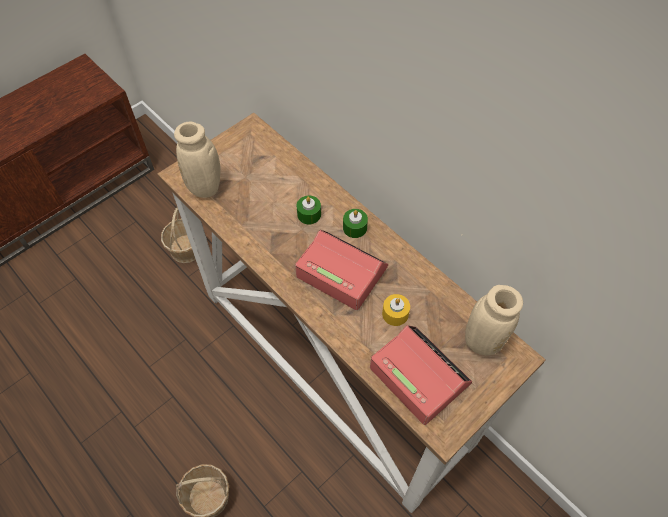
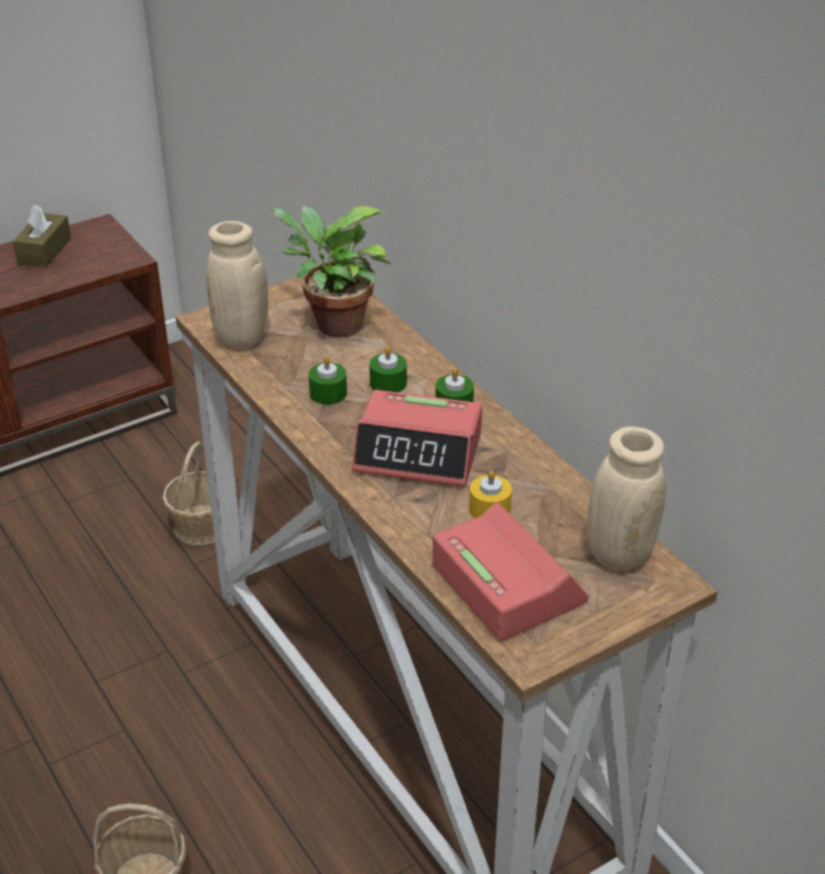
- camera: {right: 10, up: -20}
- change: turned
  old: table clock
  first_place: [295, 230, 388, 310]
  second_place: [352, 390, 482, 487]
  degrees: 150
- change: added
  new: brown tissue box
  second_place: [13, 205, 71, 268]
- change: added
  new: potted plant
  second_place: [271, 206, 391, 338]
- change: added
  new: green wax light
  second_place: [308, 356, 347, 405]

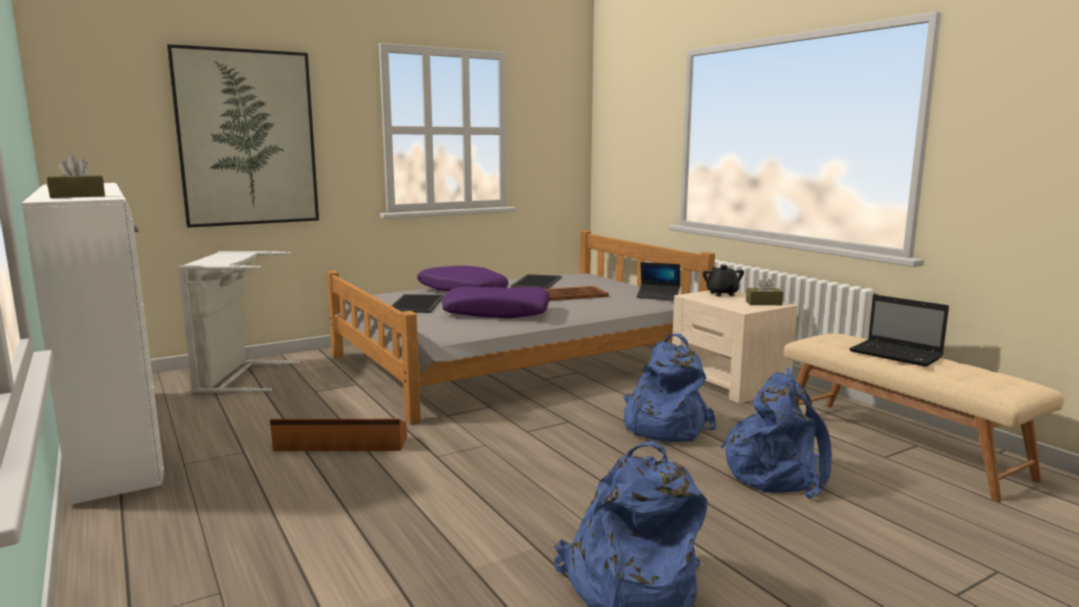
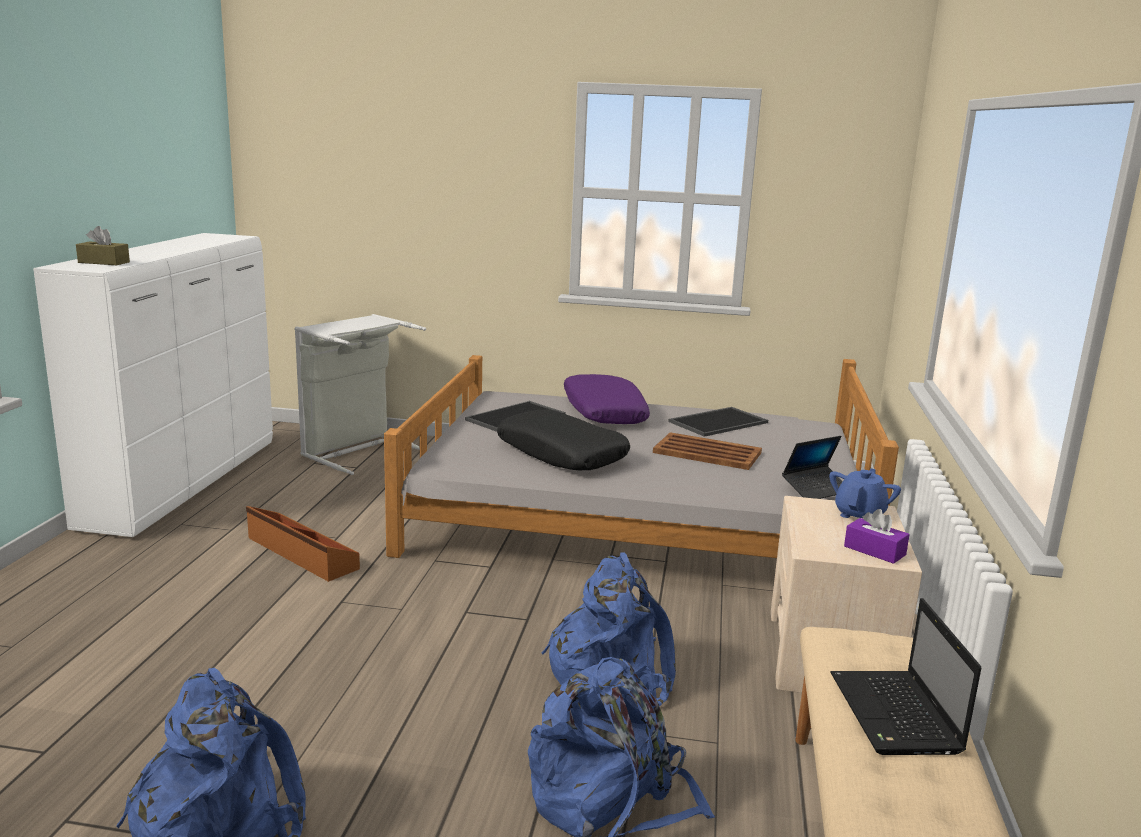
- camera: {right: 40, up: 5}
- change: removed
  old: wall picture
  first_place: [167, 44, 319, 228]
- change: turned
  old: laptop
  first_place: [637, 262, 680, 301]
  second_place: [782, 436, 843, 499]
  degrees: -90
- change: recoloured
  old: black-coloured pot for tea
  new: blue pot for tea
  first_place: [702, 265, 744, 296]
  second_place: [829, 468, 901, 518]
- change: recoloured
  old: brown tissue box
  new: purple tissue box
  first_place: [746, 277, 783, 305]
  second_place: [844, 509, 910, 564]
- change: recoloured
  old: purple cushion
  new: black-coloured cushion
  first_place: [442, 287, 550, 318]
  second_place: [497, 410, 630, 470]

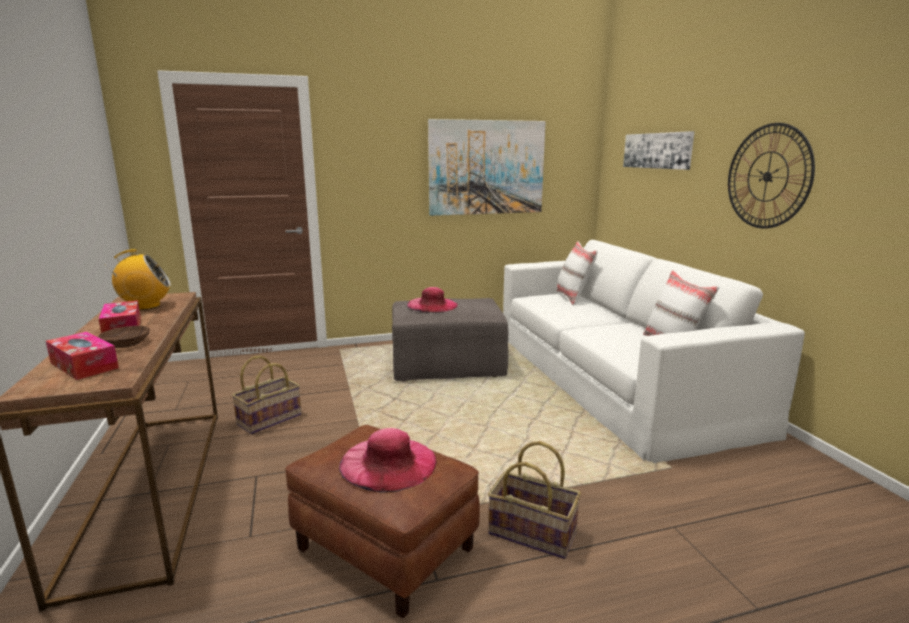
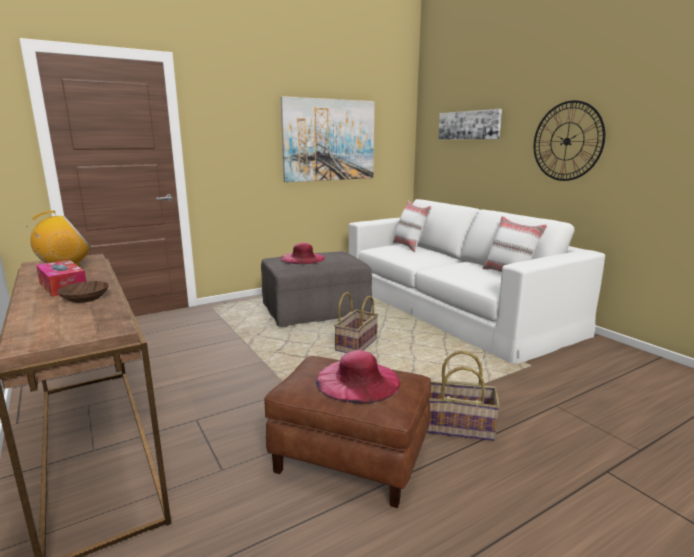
- camera: {right: -15, up: 0}
- change: removed
  old: tissue box
  first_place: [46, 332, 119, 380]
- change: moved
  old: storage basket
  first_place: [232, 356, 302, 434]
  second_place: [334, 292, 378, 353]

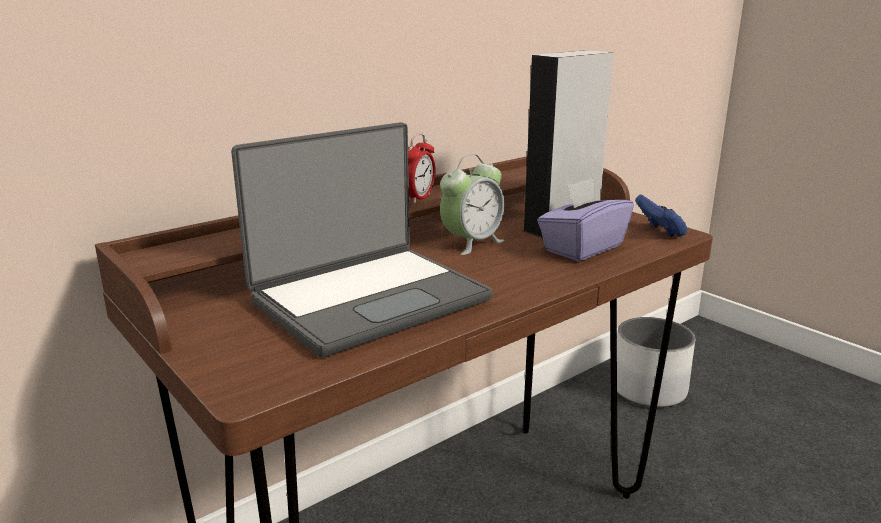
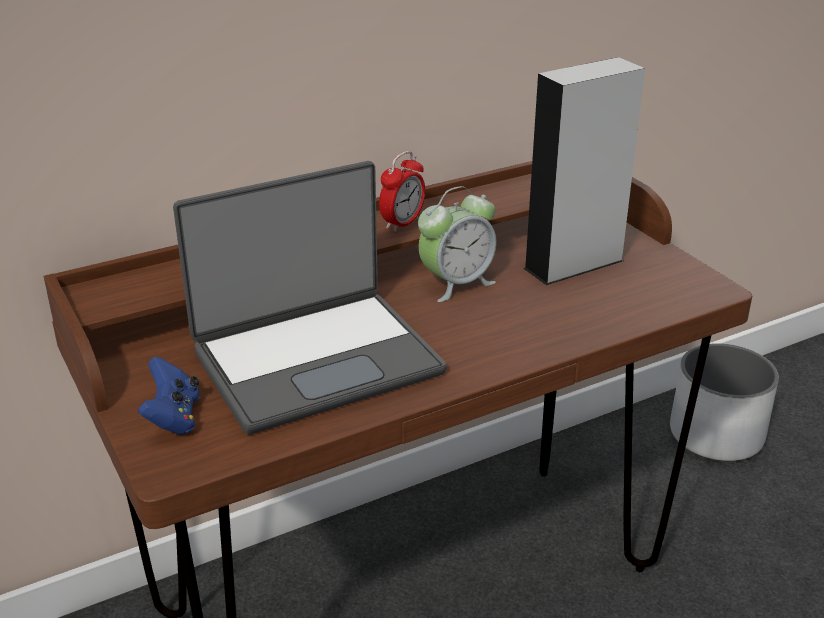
- camera: {right: 10, up: 10}
- change: removed
  old: purple tissue box
  first_place: [537, 178, 634, 261]
- change: moved
  old: blue joypad
  first_place: [635, 194, 688, 237]
  second_place: [138, 357, 199, 435]

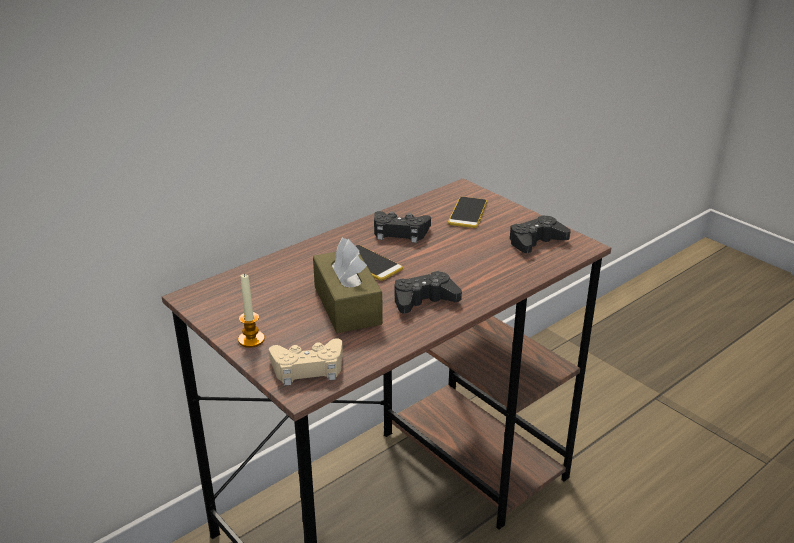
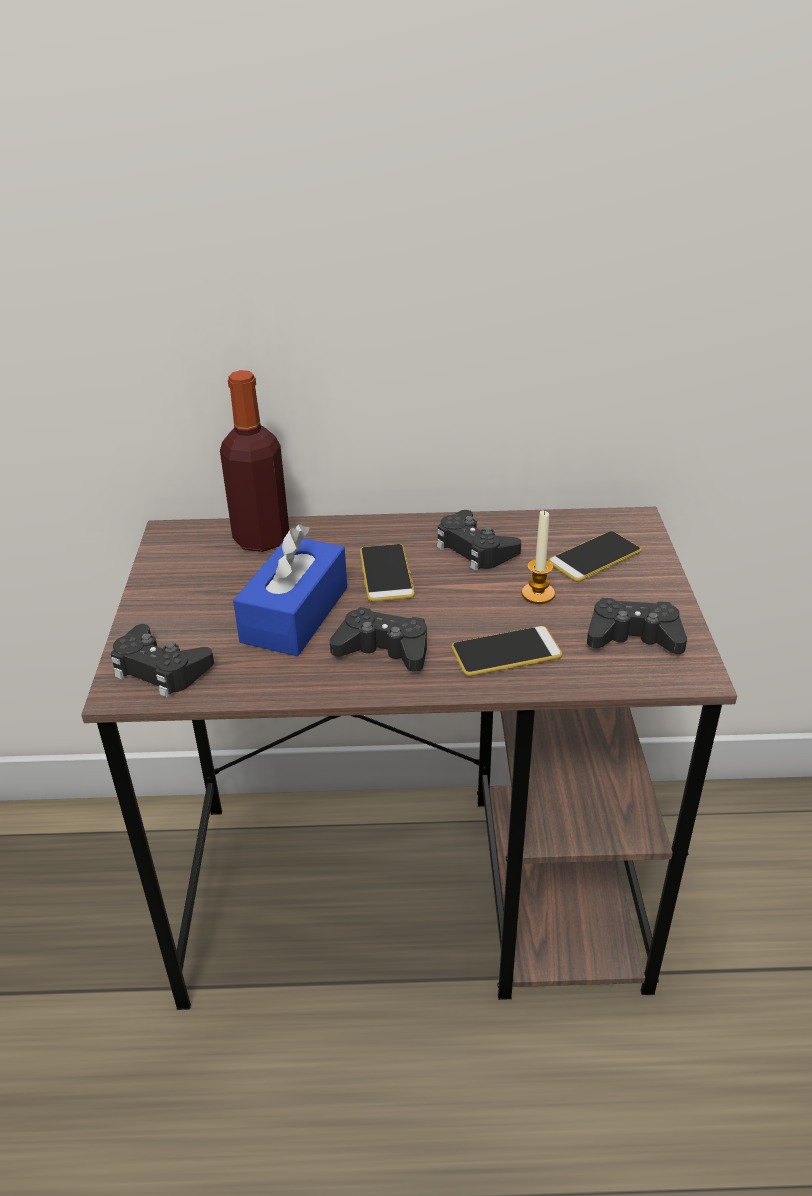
- camera: {right: 40, up: 5}
- change: recoloured
  old: brown tissue box
  new: blue tissue box
  first_place: [313, 238, 383, 333]
  second_place: [233, 524, 347, 656]
- change: moved
  old: wax light
  first_place: [238, 274, 265, 348]
  second_place: [522, 510, 555, 604]
- change: recoloured
  old: beige joypad
  new: black-coloured joypad
  first_place: [269, 338, 343, 386]
  second_place: [110, 624, 214, 697]
- change: added
  new: drink bottle
  second_place: [220, 370, 289, 552]
- change: added
  new: phone
  second_place: [451, 626, 562, 676]

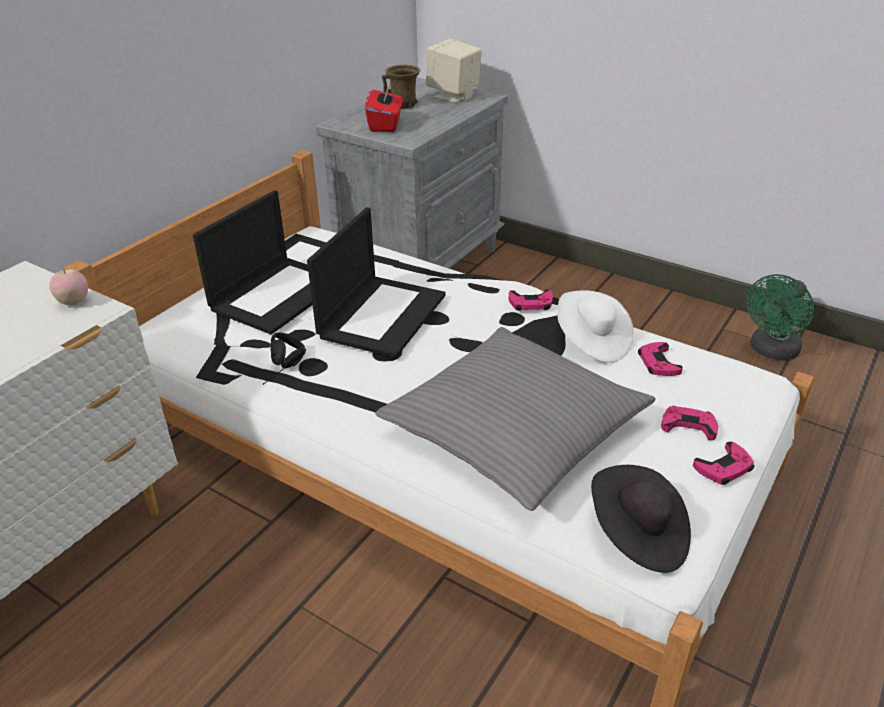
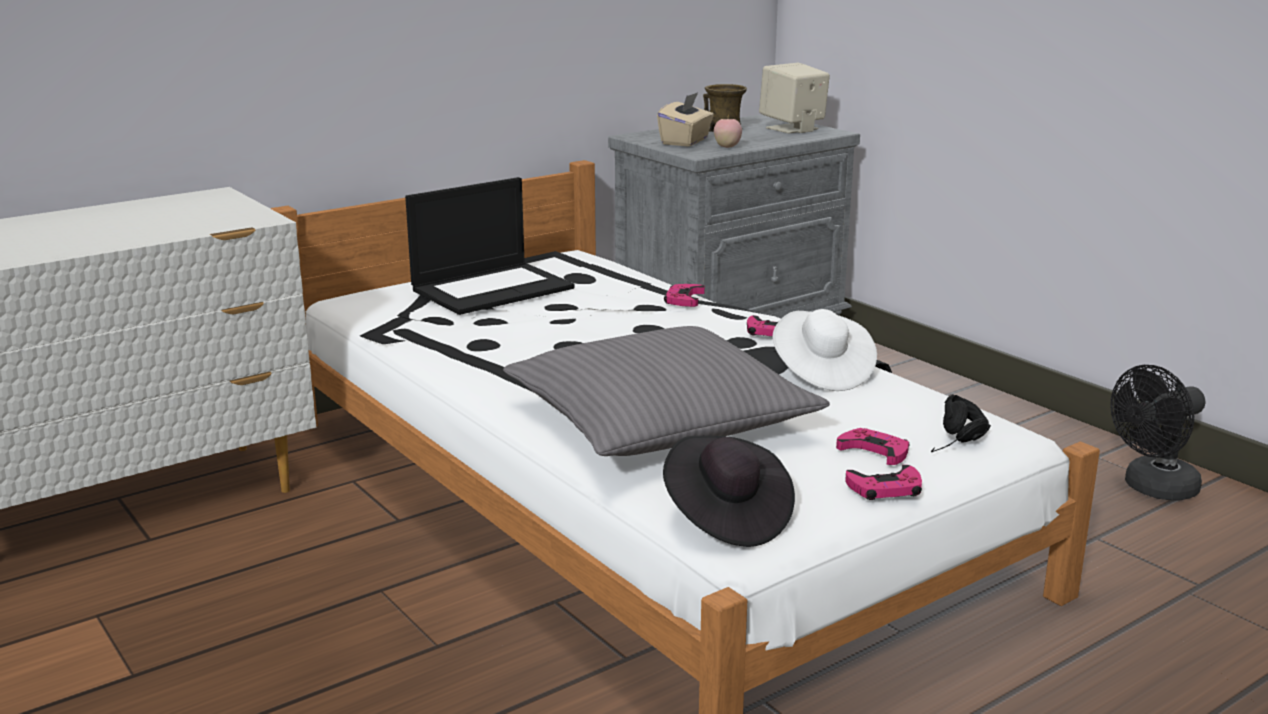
- camera: {right: 20, up: -15}
- change: recoloured
  old: reddish tissue box
  new: beige tissue box
  first_place: [365, 83, 403, 132]
  second_place: [657, 92, 714, 147]
- change: removed
  old: laptop
  first_place: [307, 207, 446, 358]
- change: moved
  old: apple fruit
  first_place: [49, 267, 88, 306]
  second_place: [714, 114, 742, 148]
- change: recoloured
  old: green electric fan
  new: black-coloured electric fan
  first_place: [746, 274, 814, 361]
  second_place: [1110, 365, 1205, 501]
- change: moved
  old: black-coloured pair of headphones
  first_place: [263, 332, 306, 385]
  second_place: [931, 394, 991, 452]
- change: moved
  old: pinkish joypad
  first_place: [638, 342, 683, 376]
  second_place: [664, 284, 705, 307]

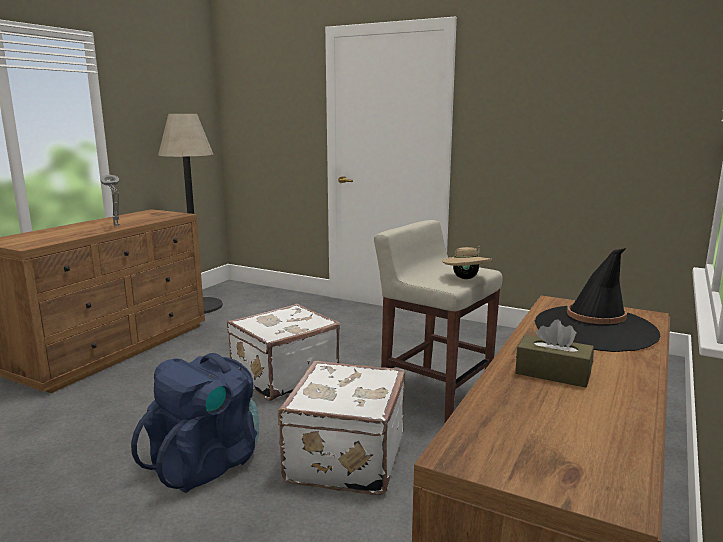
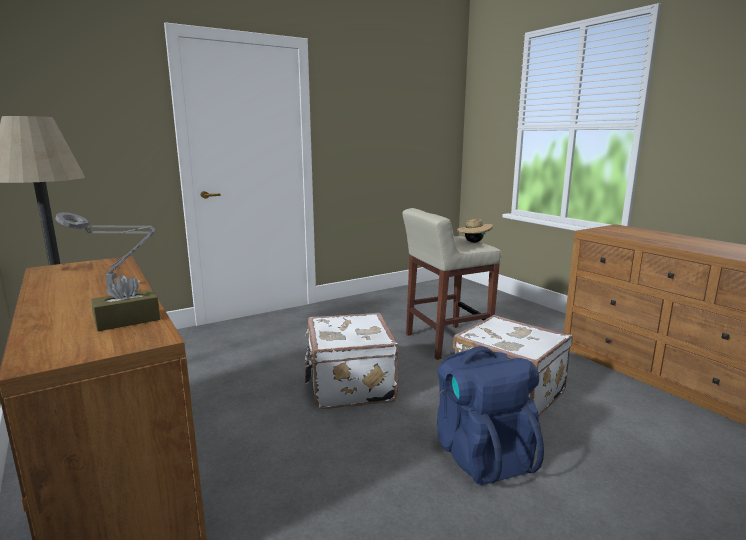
- camera: {right: -60, up: 0}
- change: removed
  old: black-coloured hat
  first_place: [535, 248, 660, 352]
- change: moved
  old: brown tissue box
  first_place: [515, 319, 594, 387]
  second_place: [91, 275, 160, 331]

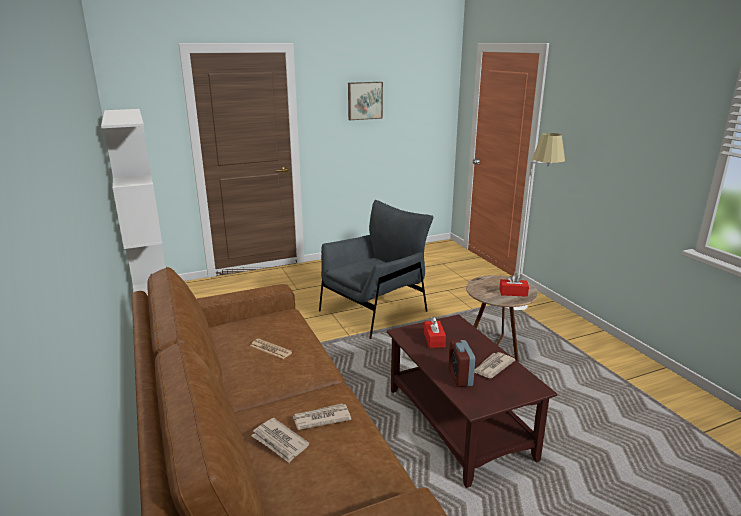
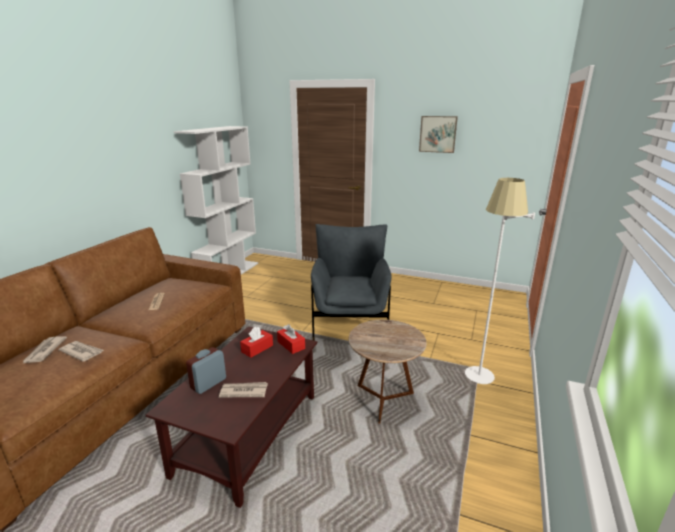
- camera: {right: 45, up: 0}
- change: turned
  old: gray armchair
  first_place: [319, 200, 433, 339]
  second_place: [311, 224, 392, 341]
  degrees: -90
- change: moved
  old: reddish tissue box
  first_place: [500, 273, 529, 297]
  second_place: [277, 324, 305, 354]

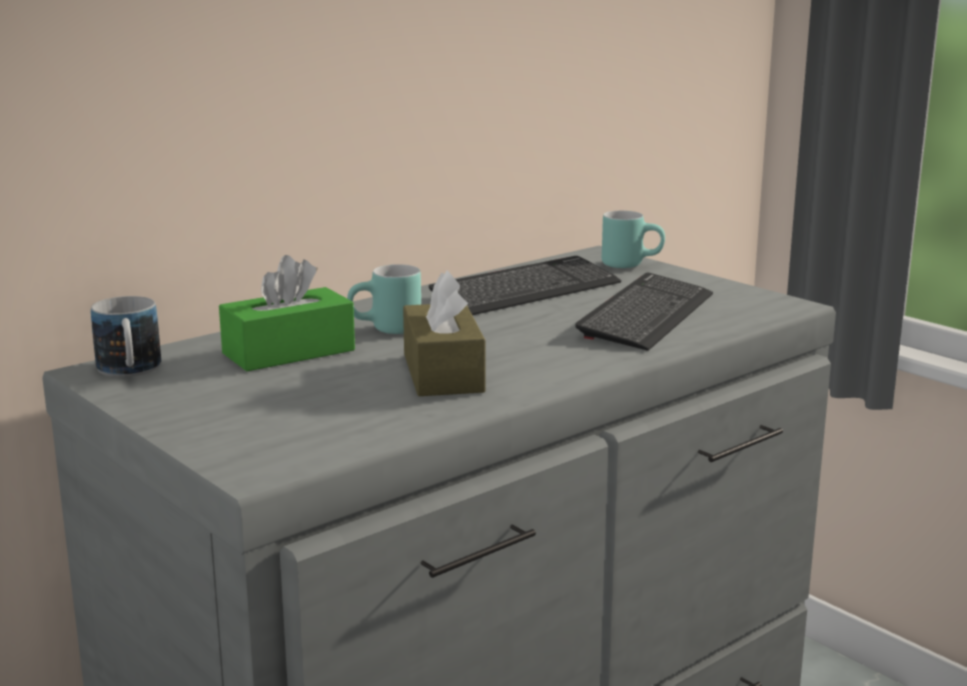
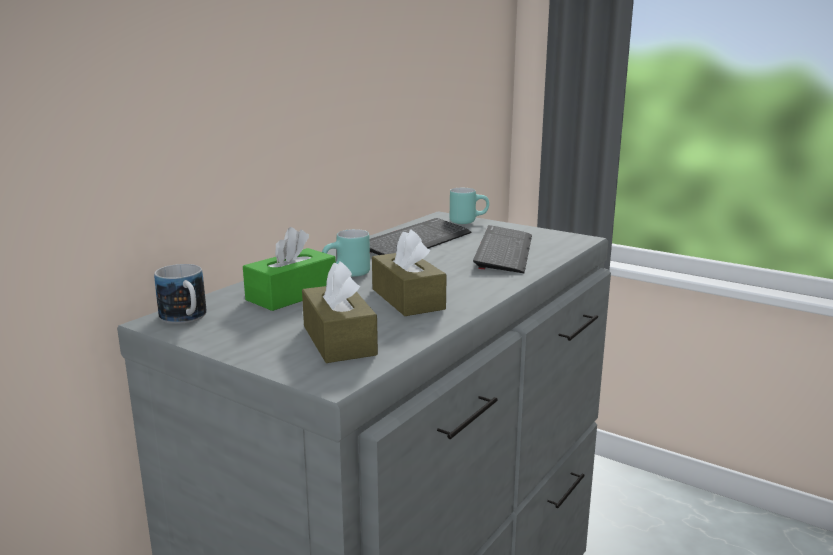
- camera: {right: -15, up: 0}
- change: added
  new: brown tissue box
  second_place: [302, 261, 378, 363]

